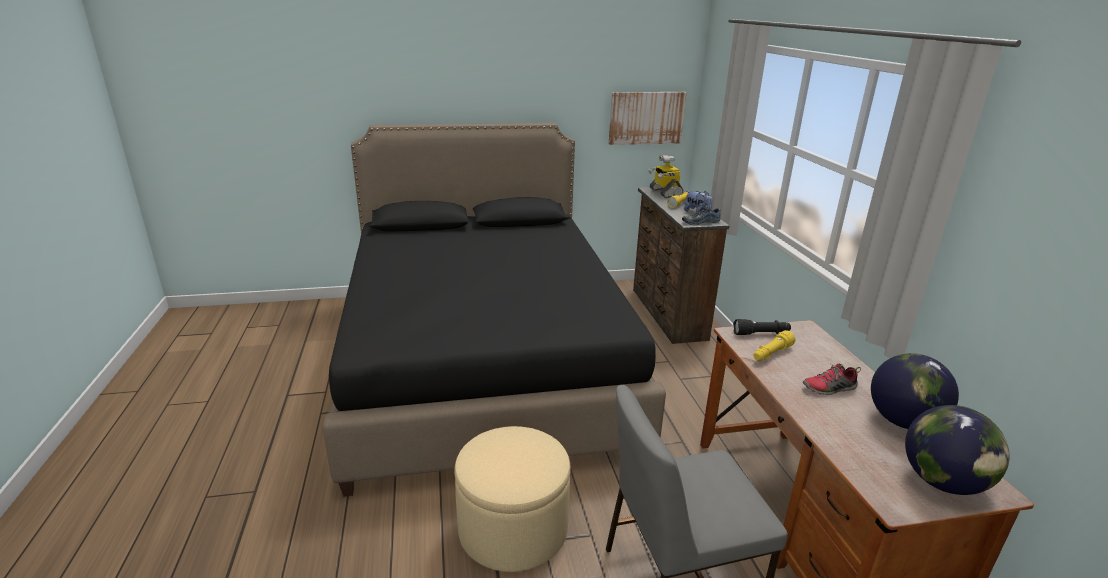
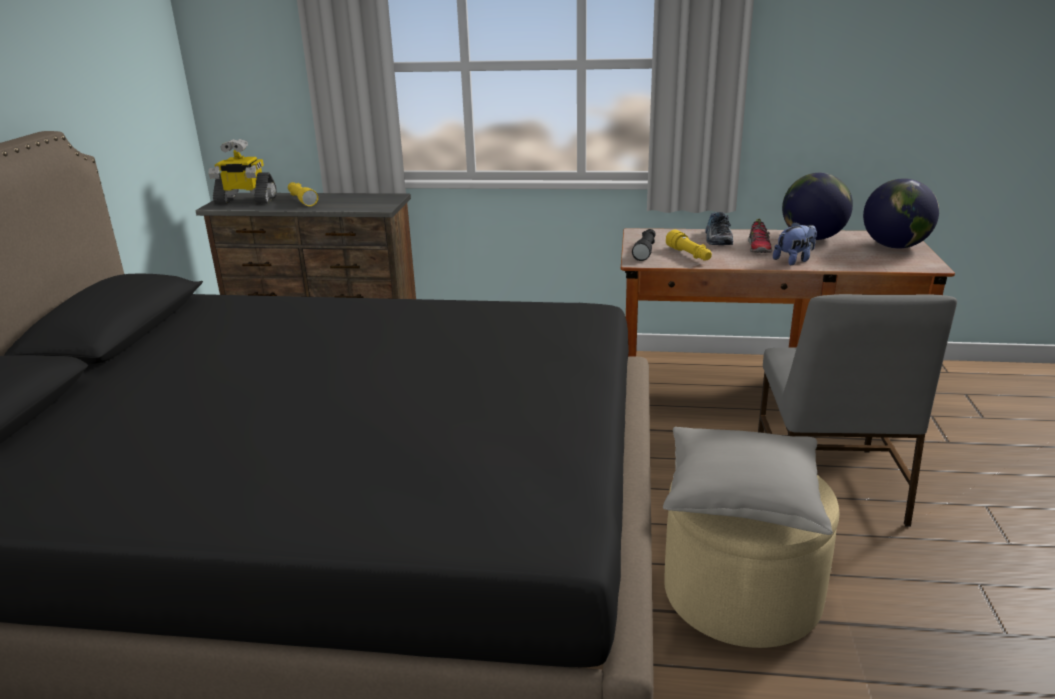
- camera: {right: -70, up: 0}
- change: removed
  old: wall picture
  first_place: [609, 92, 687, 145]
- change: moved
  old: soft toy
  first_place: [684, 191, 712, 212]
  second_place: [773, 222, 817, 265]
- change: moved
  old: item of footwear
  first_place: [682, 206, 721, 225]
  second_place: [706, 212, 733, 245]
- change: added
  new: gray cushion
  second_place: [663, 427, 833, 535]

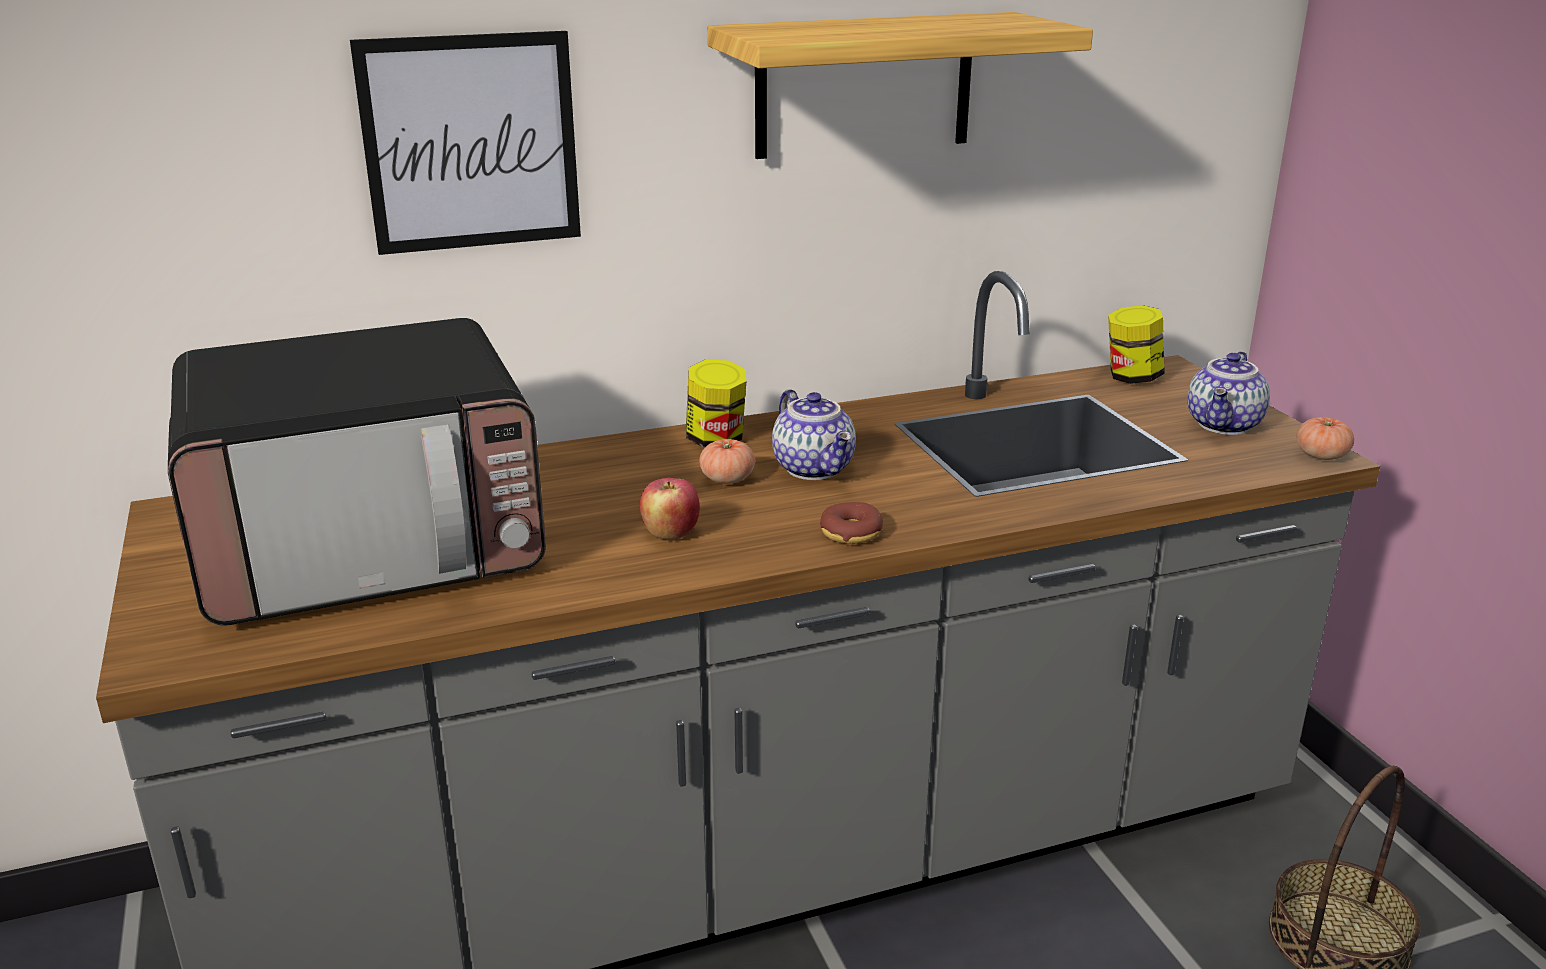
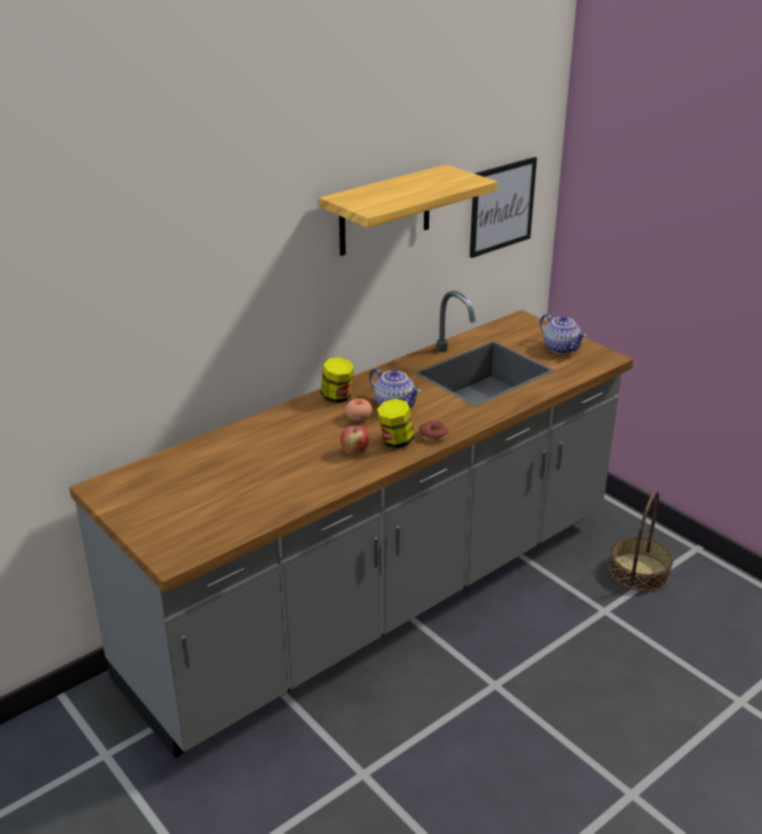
- camera: {right: -20, up: 5}
- change: moved
  old: wall picture
  first_place: [350, 31, 581, 255]
  second_place: [470, 157, 537, 258]
- change: moved
  old: storage jar
  first_place: [1108, 305, 1165, 384]
  second_place: [377, 399, 414, 448]
- change: removed
  old: microwave
  first_place: [168, 318, 546, 626]
- change: turned
  old: pot for tea
  first_place: [1188, 351, 1270, 435]
  second_place: [540, 314, 586, 354]
  degrees: -45
- change: removed
  old: tomato
  first_place: [1297, 417, 1354, 460]

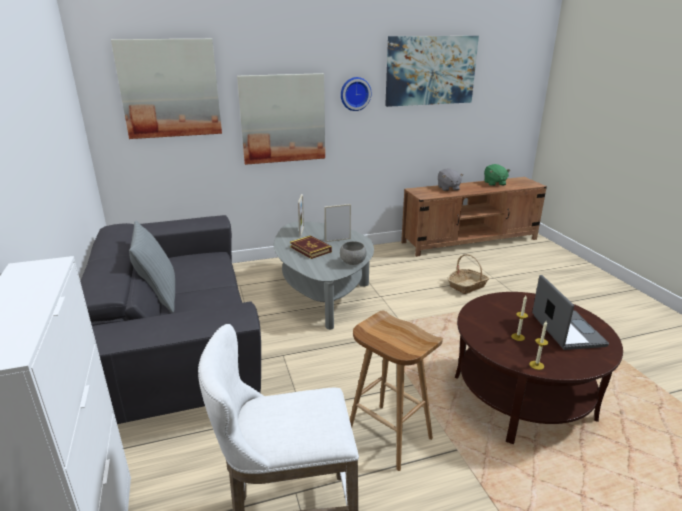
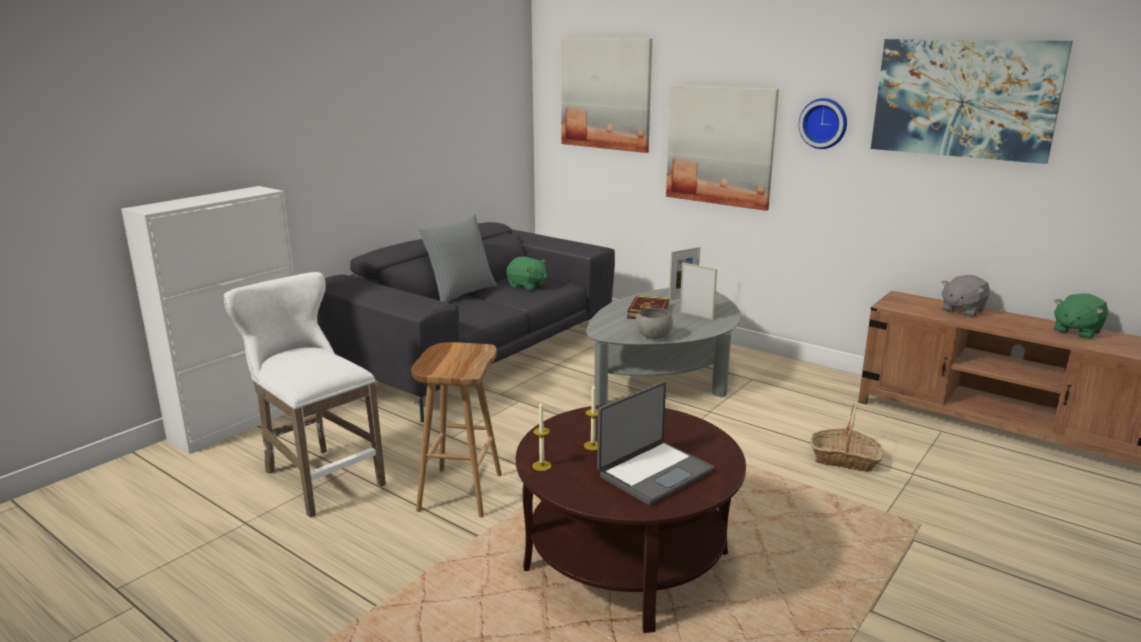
- camera: {right: 55, up: -5}
- change: added
  new: green soft toy
  second_place: [507, 257, 547, 290]

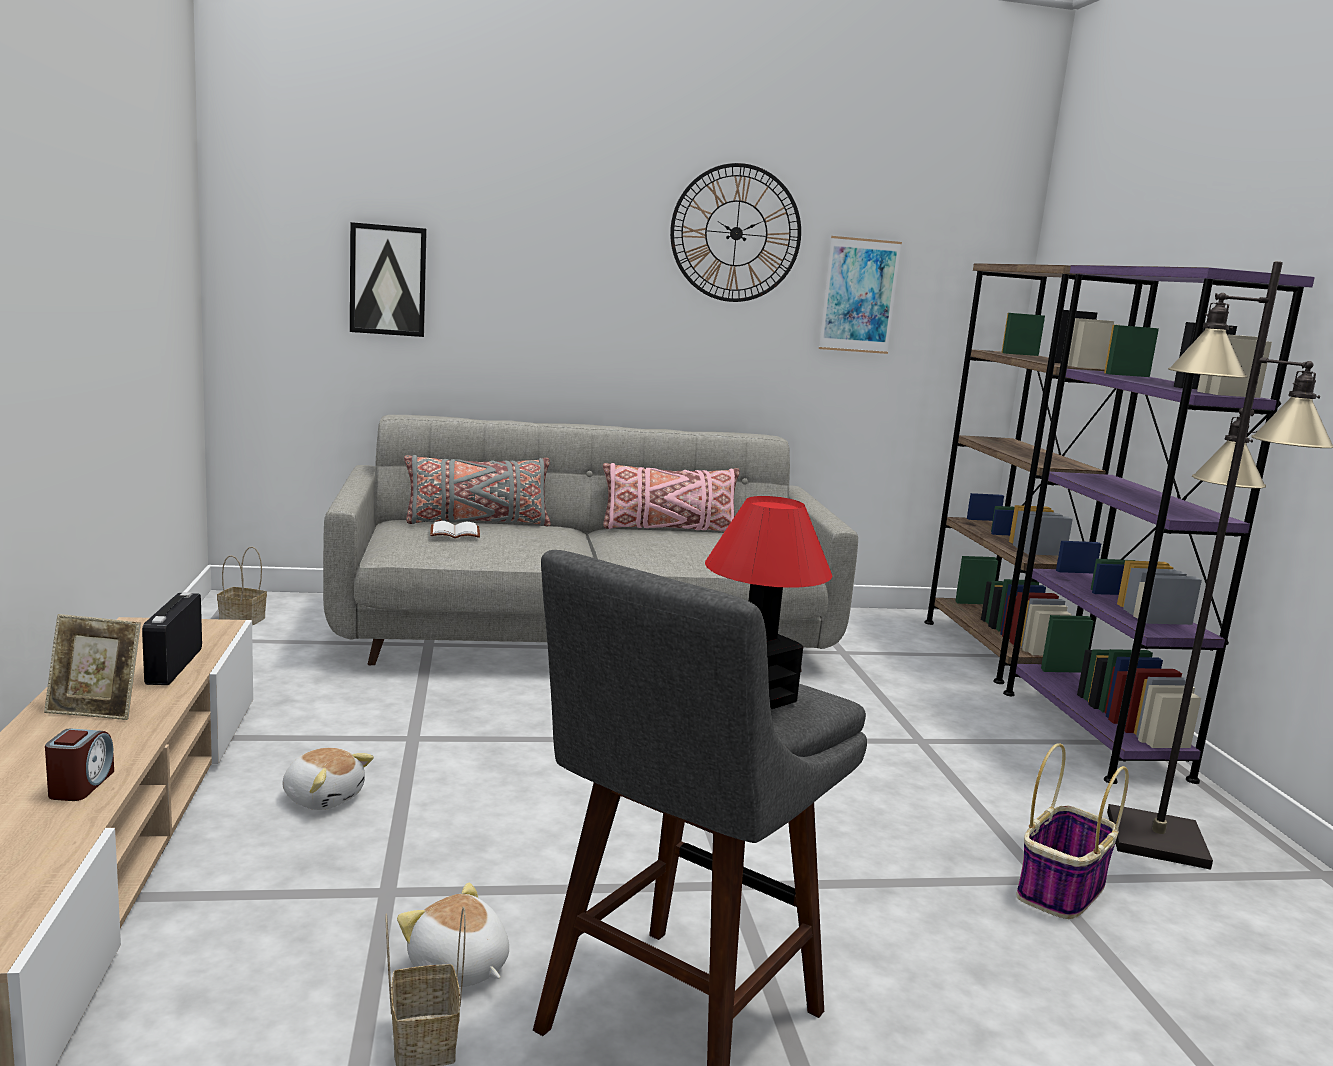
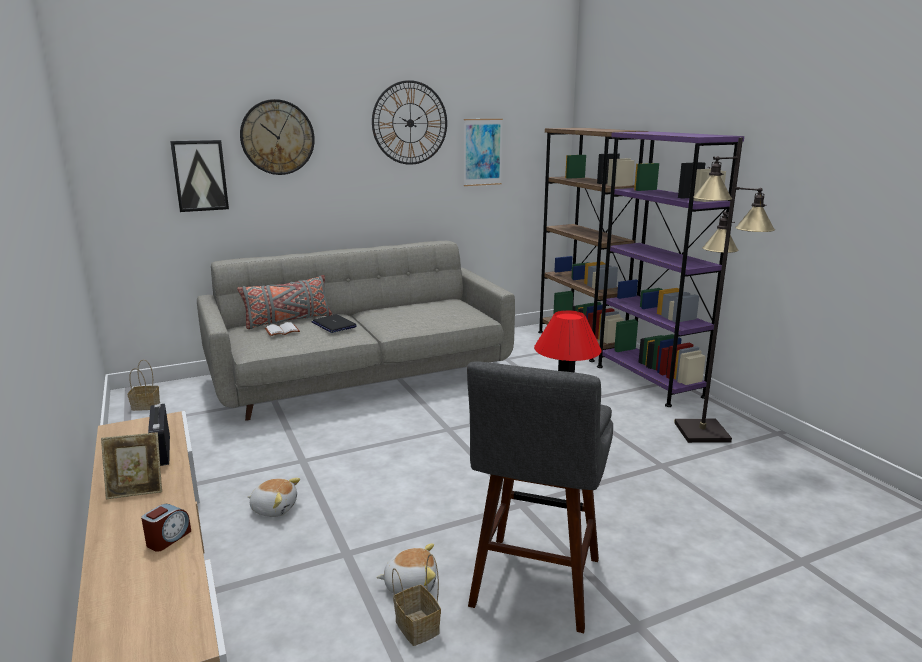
- camera: {right: -15, up: 5}
- change: removed
  old: pinkish cushion
  first_place: [603, 463, 740, 532]
- change: turned
  old: table clock
  first_place: [45, 728, 114, 801]
  second_place: [141, 504, 191, 552]
  degrees: 45
- change: removed
  old: storage basket
  first_place: [1016, 743, 1129, 919]
- change: turned
  old: soft toy
  first_place: [397, 883, 509, 987]
  second_place: [376, 543, 437, 594]
  degrees: 150
- change: added
  new: wall clock
  second_place: [240, 99, 315, 175]
- change: added
  new: laptop
  second_place: [312, 314, 357, 333]

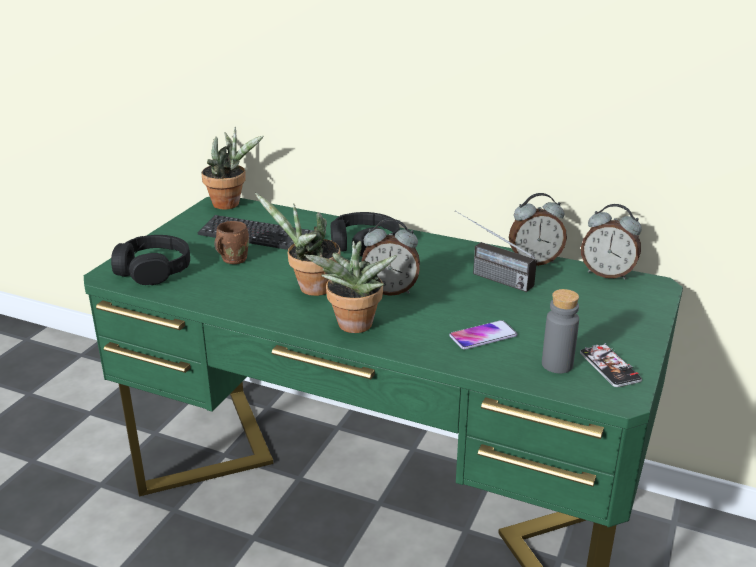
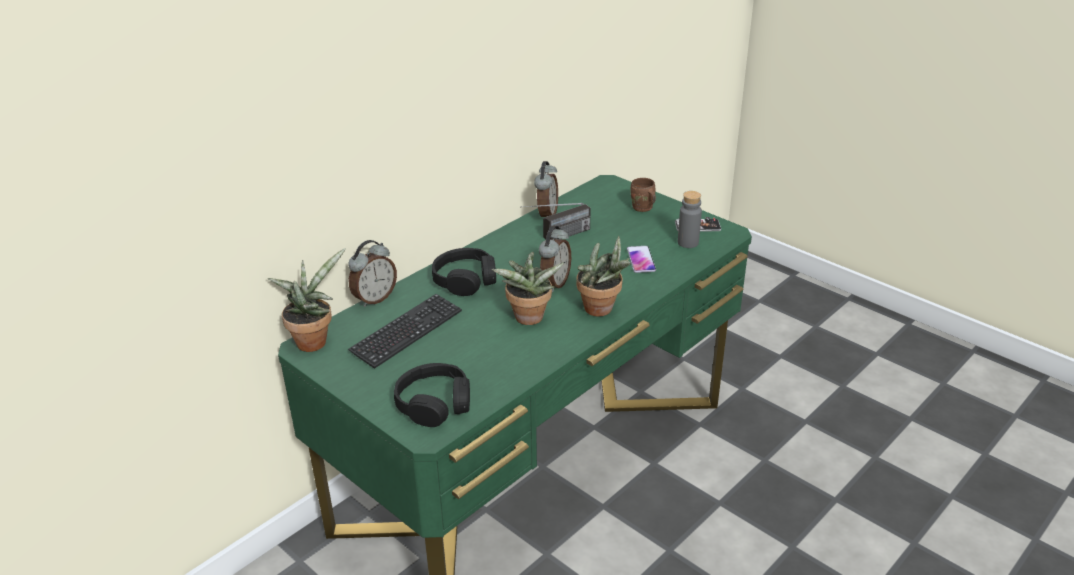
- camera: {right: -70, up: 5}
- change: moved
  old: table clock
  first_place: [581, 204, 642, 280]
  second_place: [348, 240, 397, 307]
- change: moved
  old: brown mug
  first_place: [214, 221, 249, 264]
  second_place: [630, 178, 656, 212]

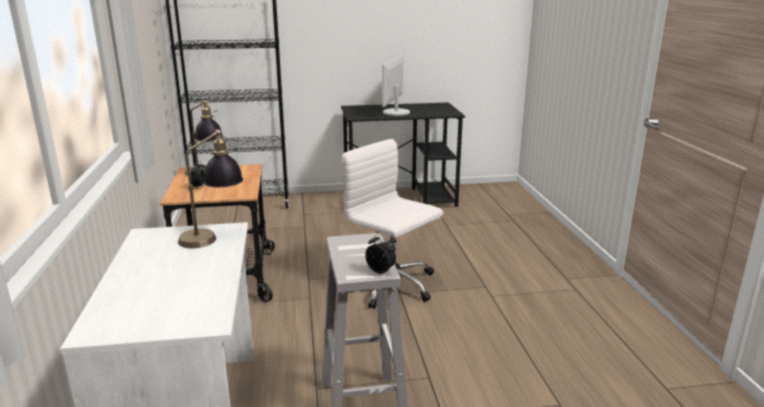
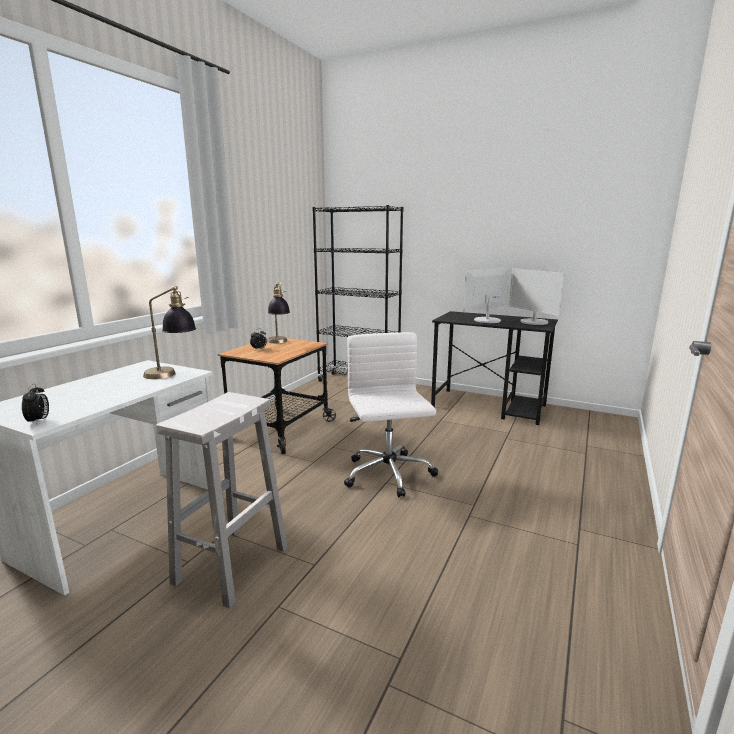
- camera: {right: 35, up: -5}
- change: moved
  old: table clock
  first_place: [365, 233, 396, 274]
  second_place: [22, 384, 49, 423]
- change: added
  new: computer screen
  second_place: [509, 268, 565, 325]

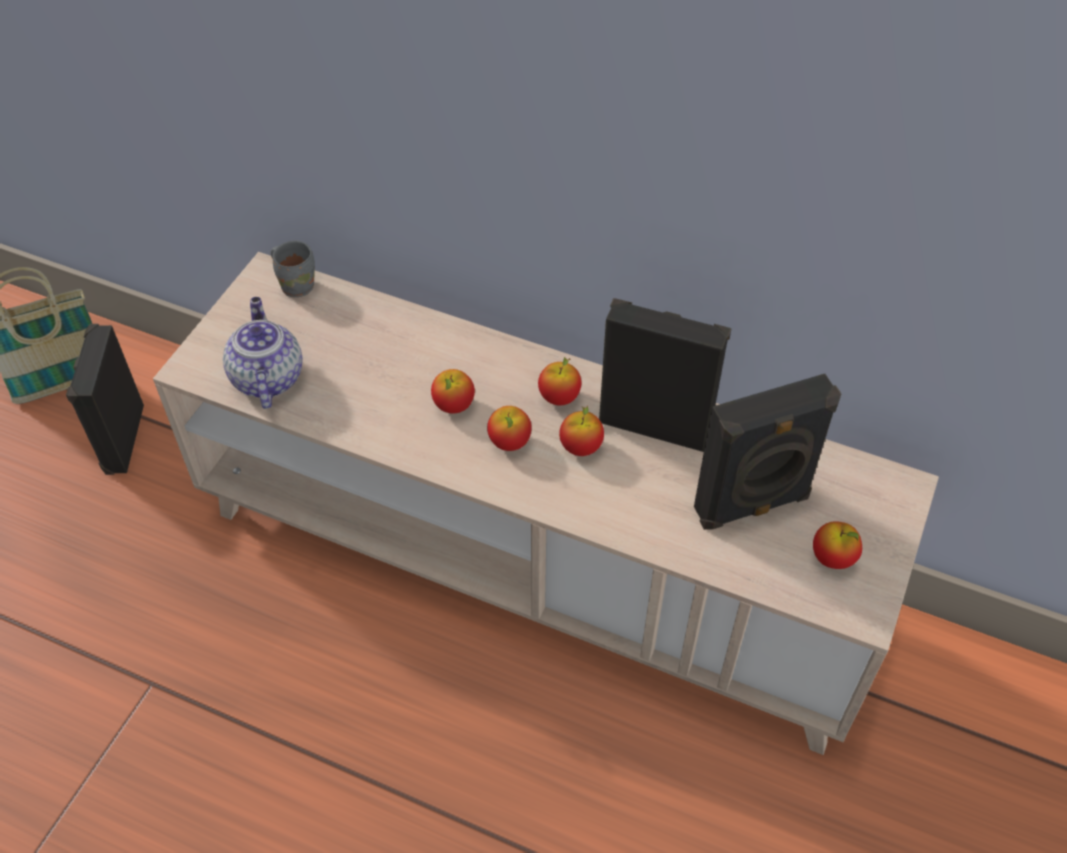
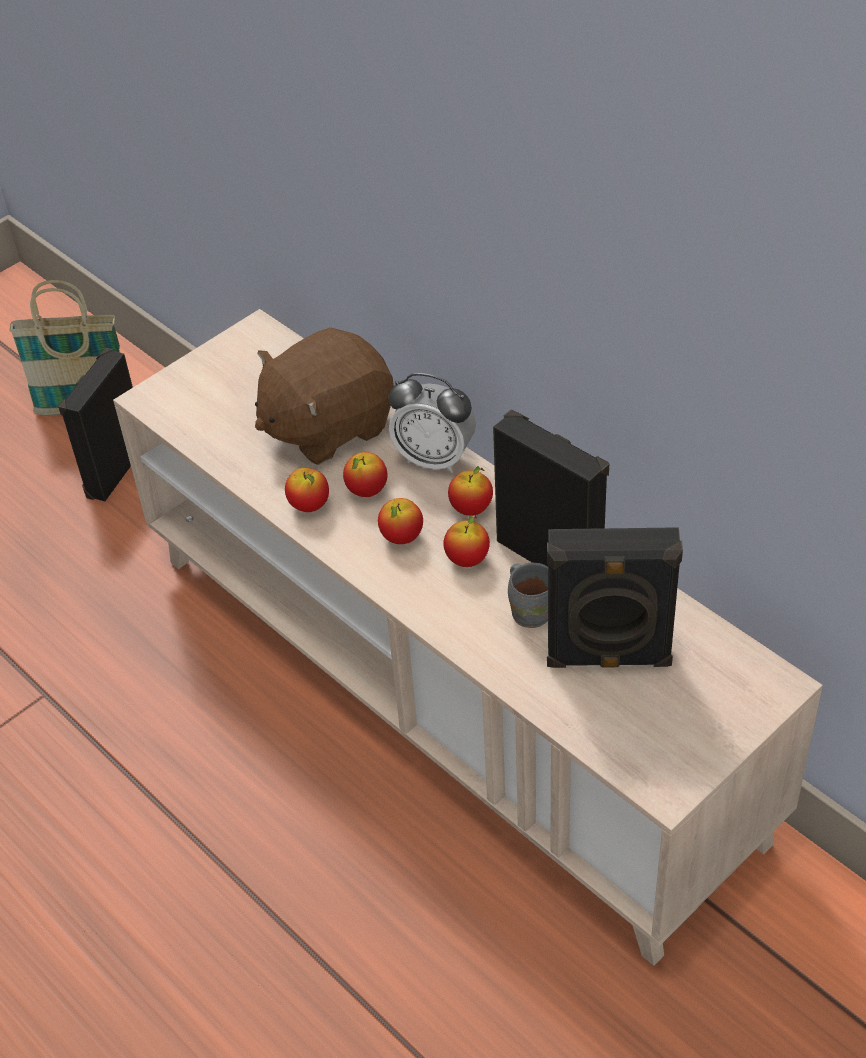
- camera: {right: 25, up: -5}
- change: moved
  old: gray mug
  first_place: [271, 240, 315, 297]
  second_place: [508, 563, 548, 628]
- change: removed
  old: pot for tea
  first_place: [223, 297, 303, 409]
- change: moved
  old: apple fruit
  first_place: [813, 521, 862, 569]
  second_place: [285, 468, 329, 512]
- change: added
  new: brown soft toy
  second_place: [255, 327, 394, 465]
- change: added
  new: table clock
  second_place: [388, 373, 476, 473]

